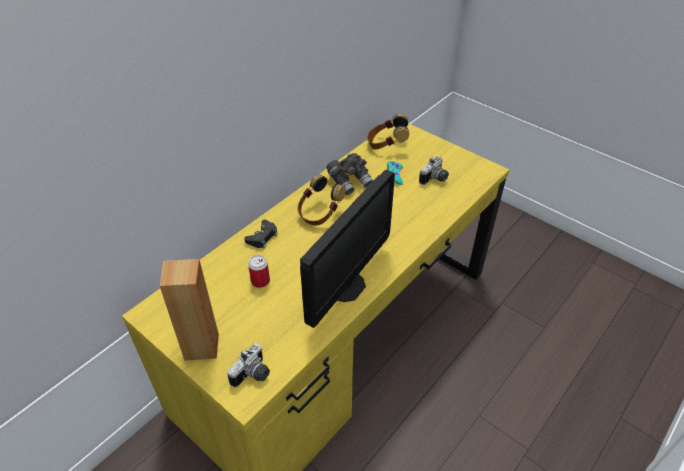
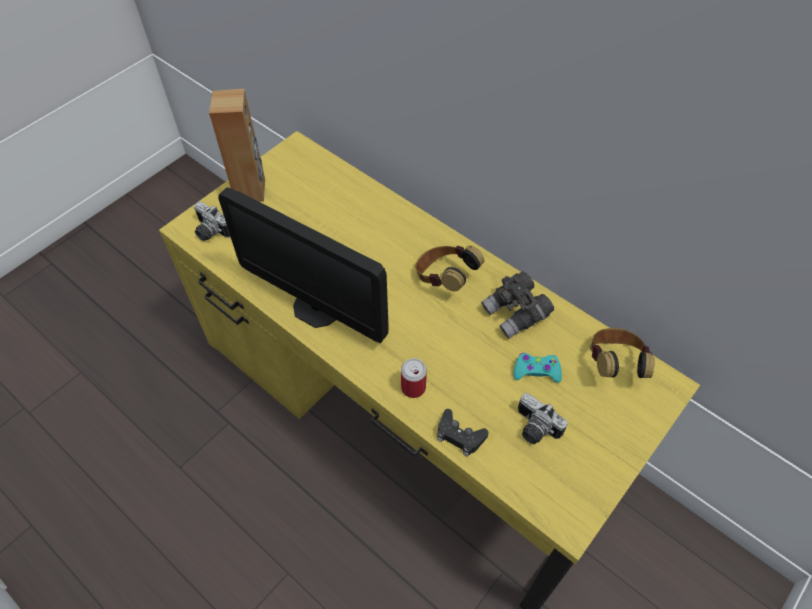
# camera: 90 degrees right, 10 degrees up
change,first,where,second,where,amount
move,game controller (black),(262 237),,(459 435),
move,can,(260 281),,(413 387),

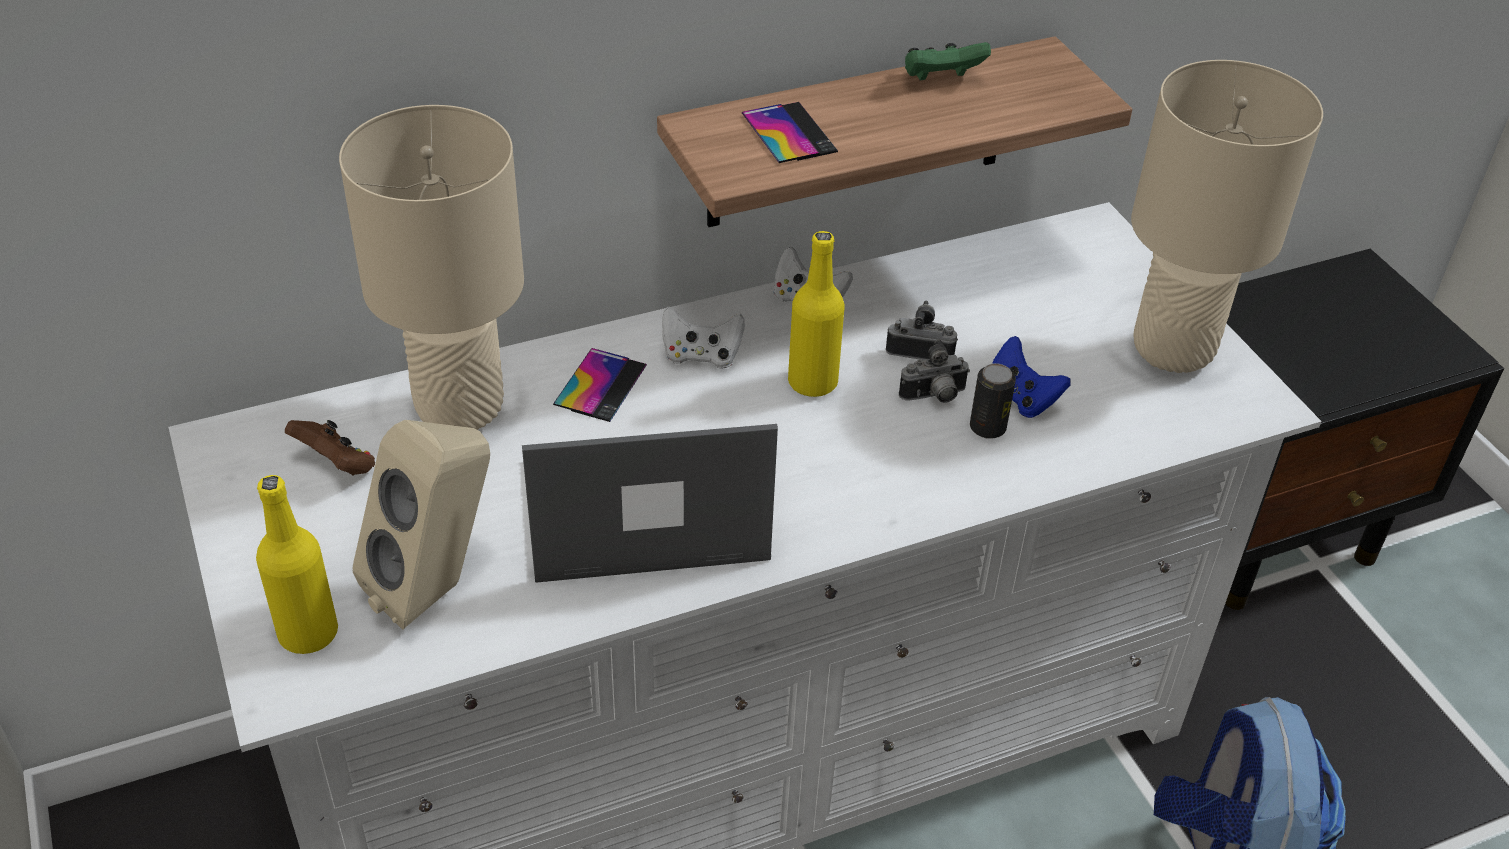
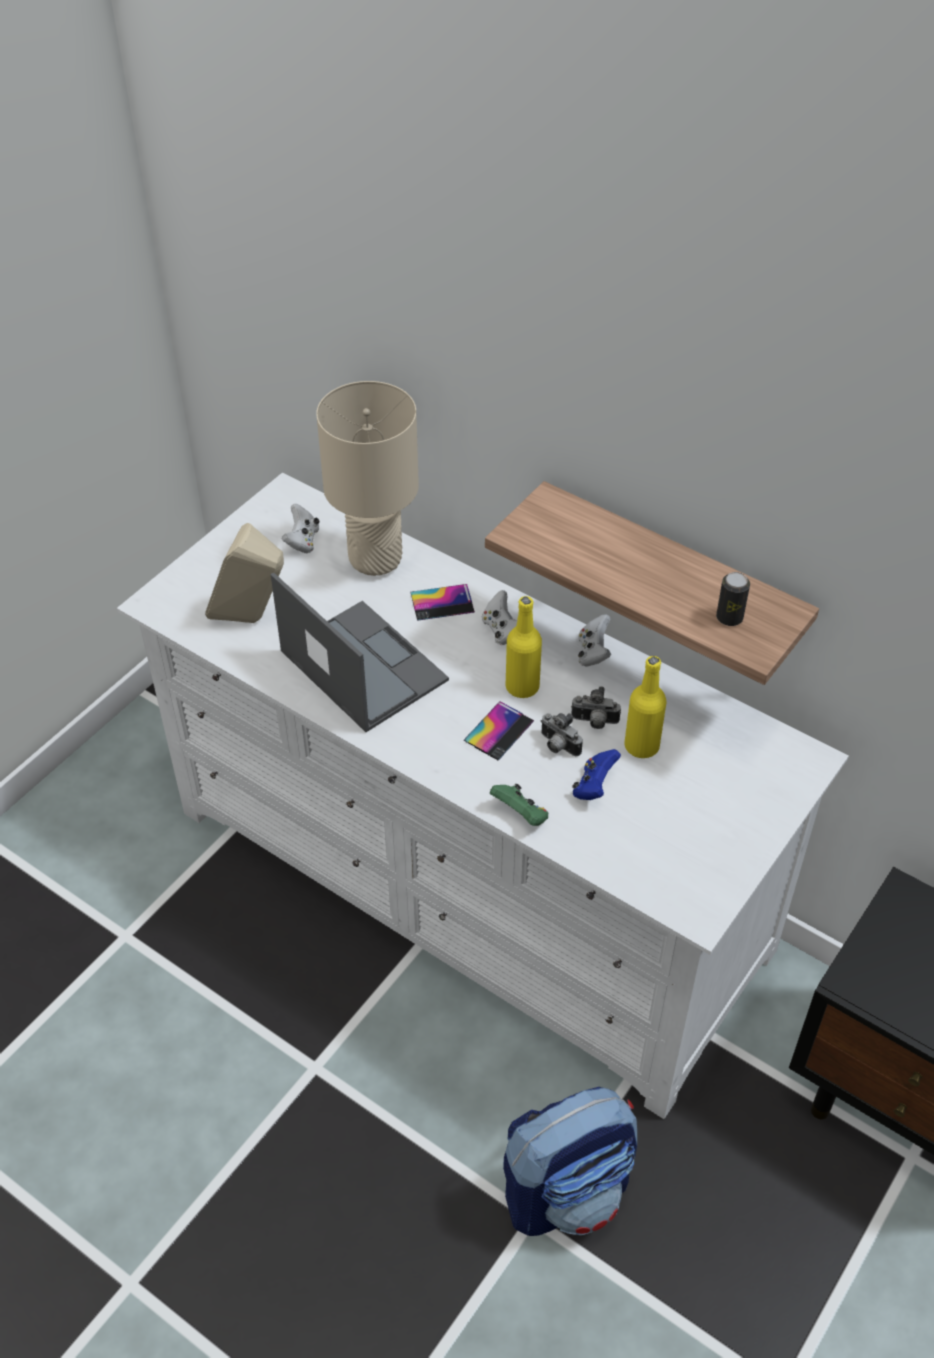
# camera: 60 degrees right, 5 degrees up
change,first,where,second,where,amount
move,game controller (green),(941 79),,(521 815),
delete,table lamp (beige),(1173 353),,,
move,phone,(789 133),,(499 731),
rotate,photo camera,(920 351),,(594 722),120 degrees clockwise
move,can,(987 428),,(729 617),
recolor,game controller (brown),(337 465),game controller (white),(302 541),
move,bottle (yellow),(308 633),,(641 746),

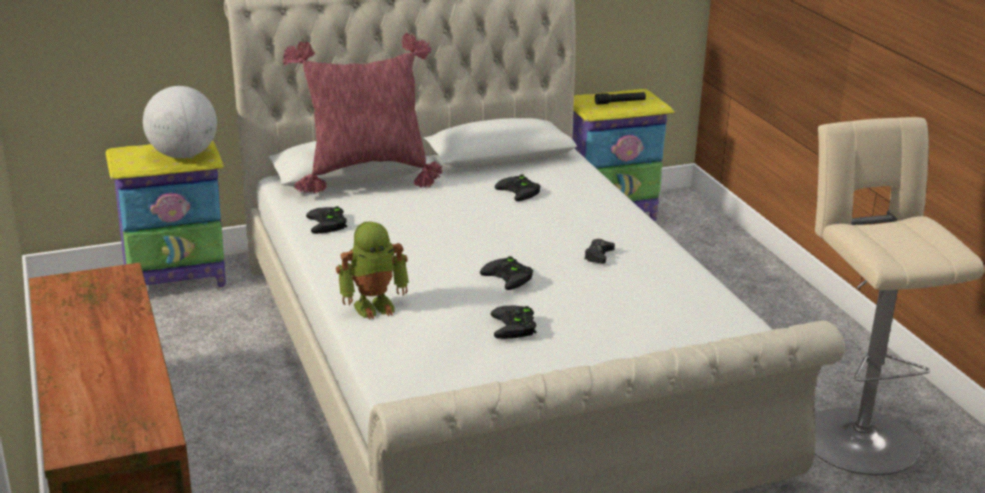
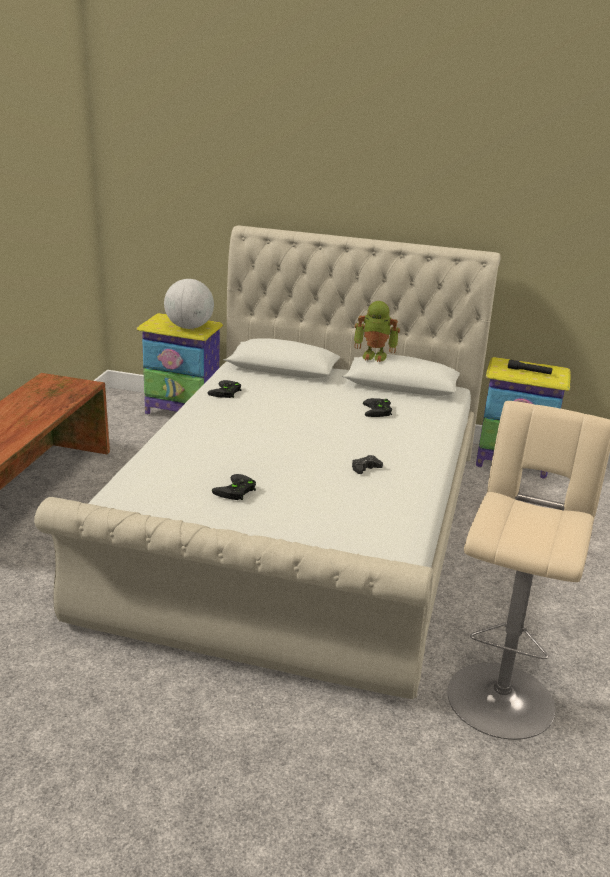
# camera: 35 degrees right, 0 degrees up
change,first,where,second,where,amount
delete,pillow (red),(365 183),,,
move,toy robot,(374 305),,(375 355),
delete,game controller (black),(510 277),,,

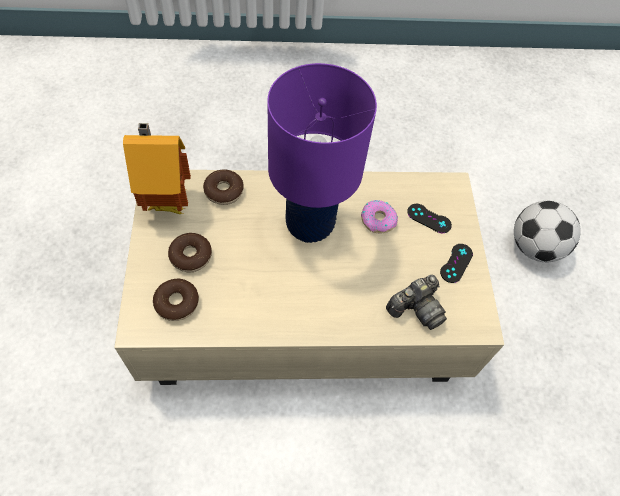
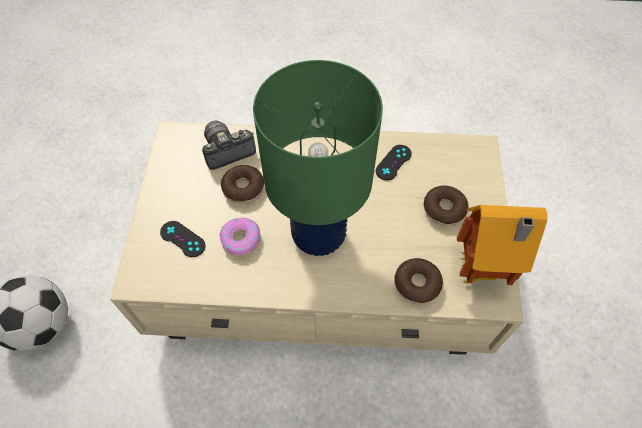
# camera: 170 degrees left, 0 degrees up
change,first,where,second,where,amount
recolor,table lamp (purple),(310 225),table lamp (green),(318 237),
move,game controller (black),(456 263),,(393 162),
move,donut,(177 303),,(243 188),

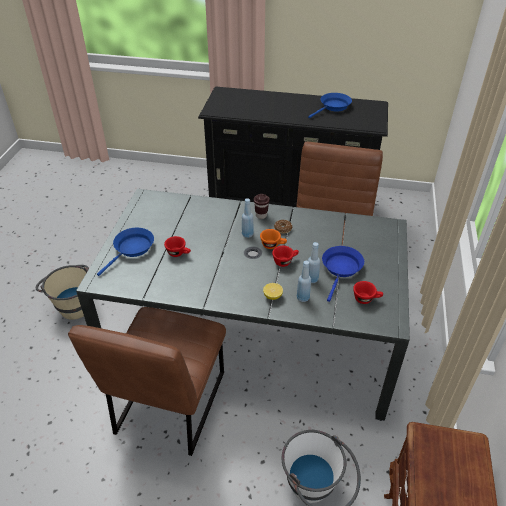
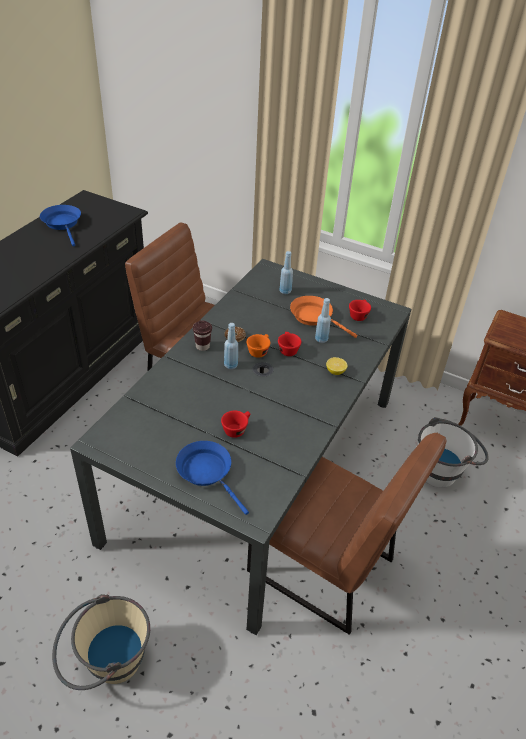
# camera: 75 degrees left, 0 degrees up
change,first,where,second,where,amount
recolor,frying pan (blue),(341 269),frying pan (orange),(314 317),
move,bottle (blue),(303 298),,(285 291),

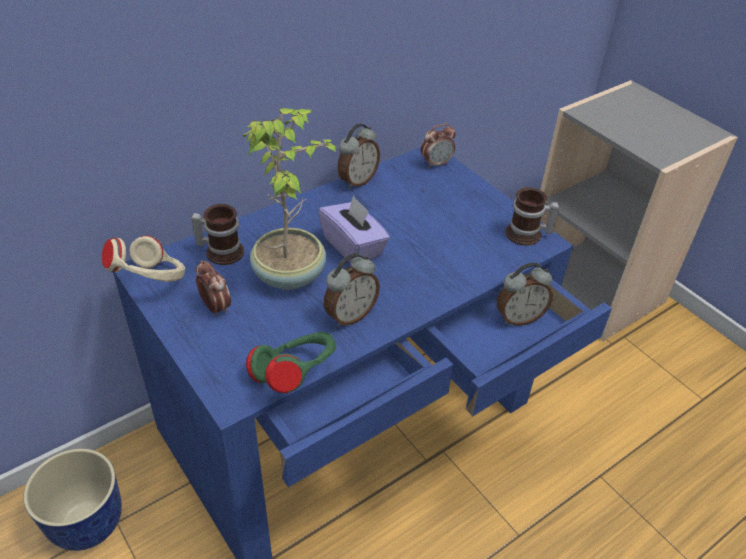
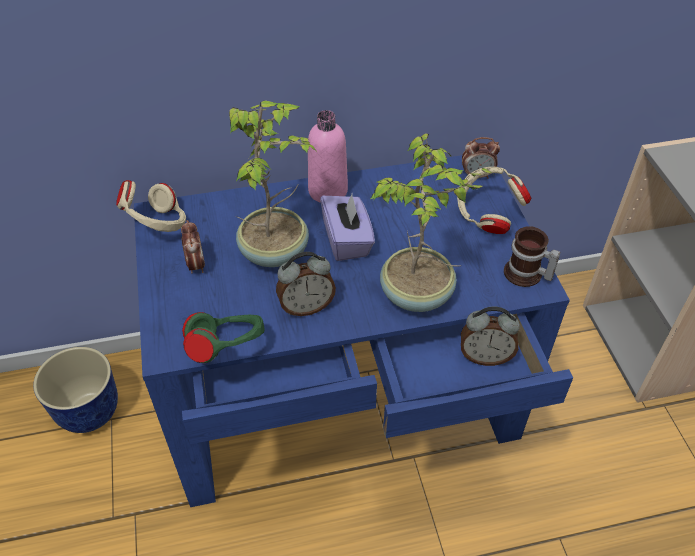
# camera: 25 degrees right, 5 degrees up
change,first,where,second,where,amount
delete,alarm clock,(357 181),,,
delete,mug,(221 250),,,
insert,,,bottle (pink),(328 191),
insert,,,potted plant,(417 296),
insert,,,headphones (beige),(487 216),

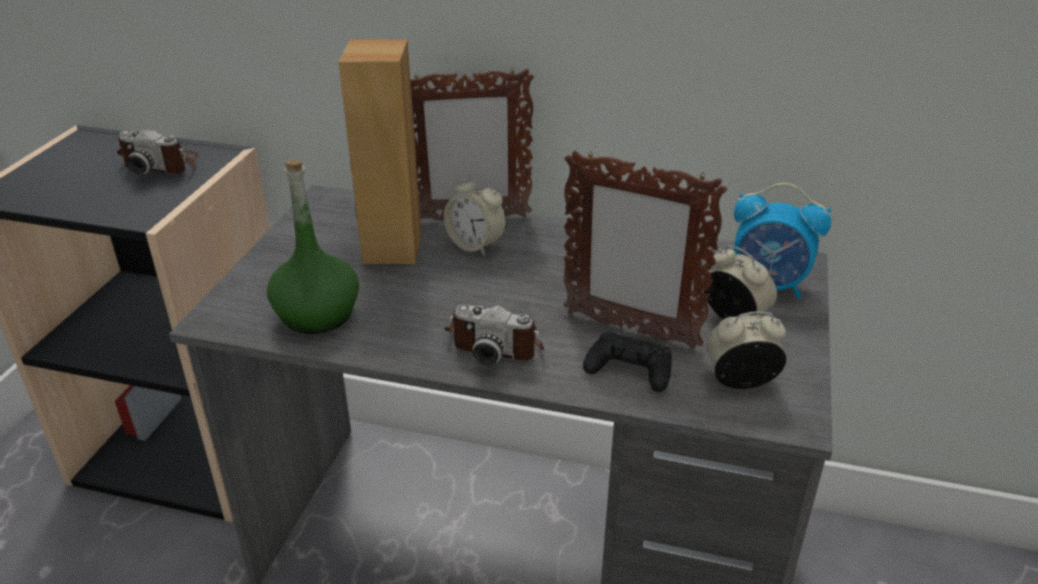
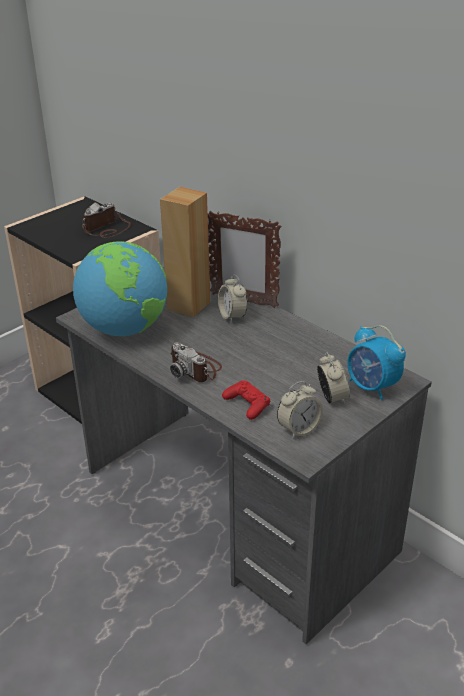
# camera: 30 degrees right, 0 degrees up
change,first,where,second,where,amount
rotate,photo camera,(162 164),,(106 228),90 degrees clockwise
delete,picture frame,(629 329),,,
replace,bottle (green),(317 314),globe,(125 328),
rotate,alarm clock,(740 381),,(298 429),120 degrees clockwise
recolor,game controller (black),(629 370),game controller (red),(247 404),

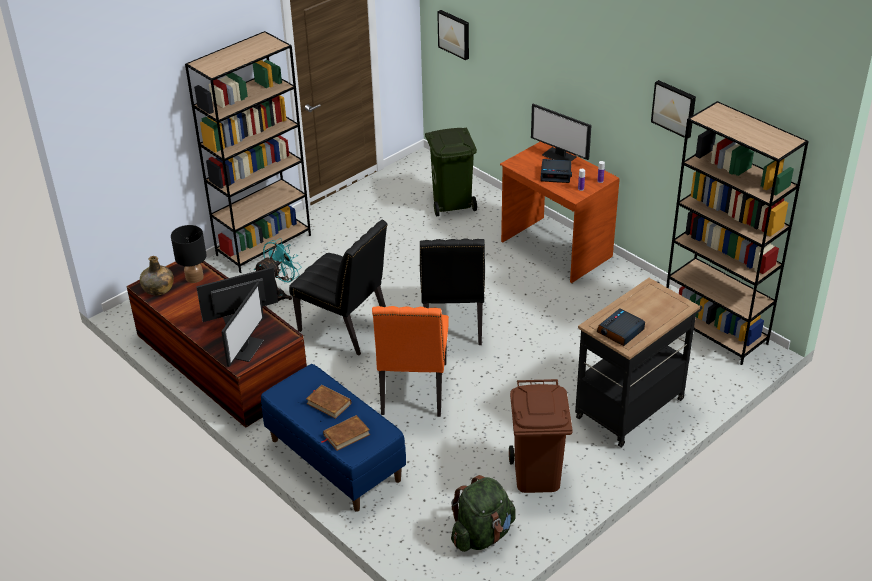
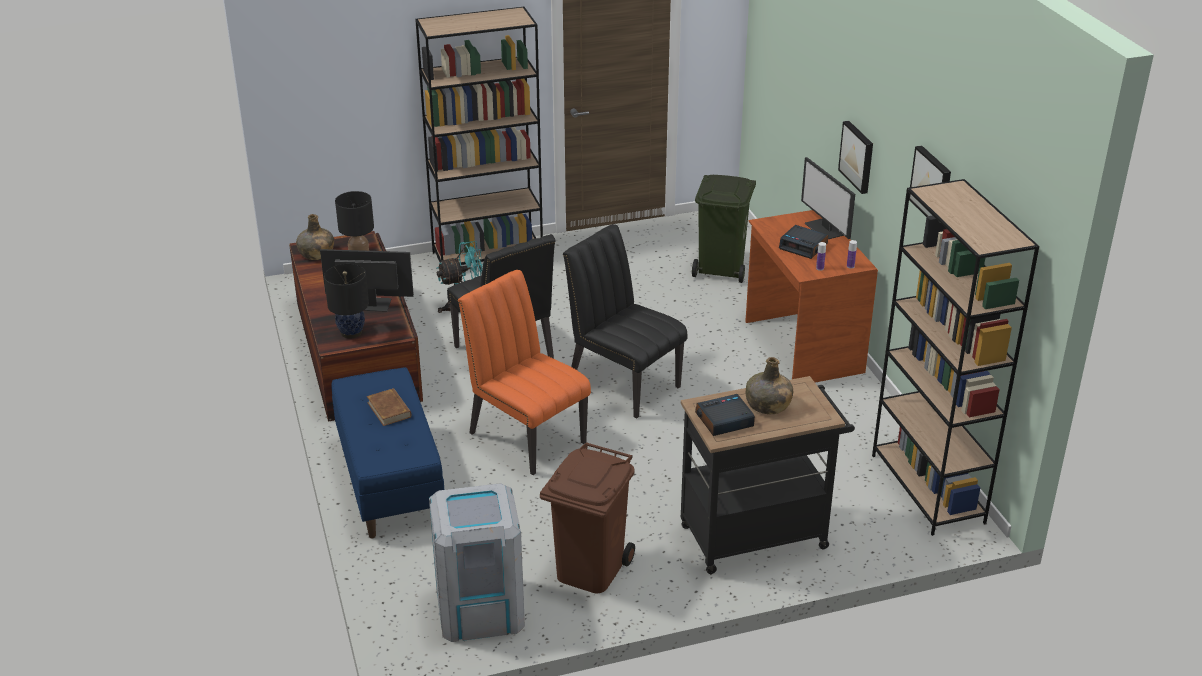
# camera: 25 degrees right, 5 degrees down
change,first,where,second,where,amount
move,picture,(454 34),,(858 156),
rotate,chair (black),(452 321),,(624 385),105 degrees clockwise
replace,monitor,(246 348),table lamp (black),(351 332),
rotate,chair (orange),(413 388),,(528 438),105 degrees clockwise
delete,book (brown),(346 435),,,
replace,backpack (green),(482 535),trash can (grey),(480 608),
insert,,,bottle (green),(768 405),

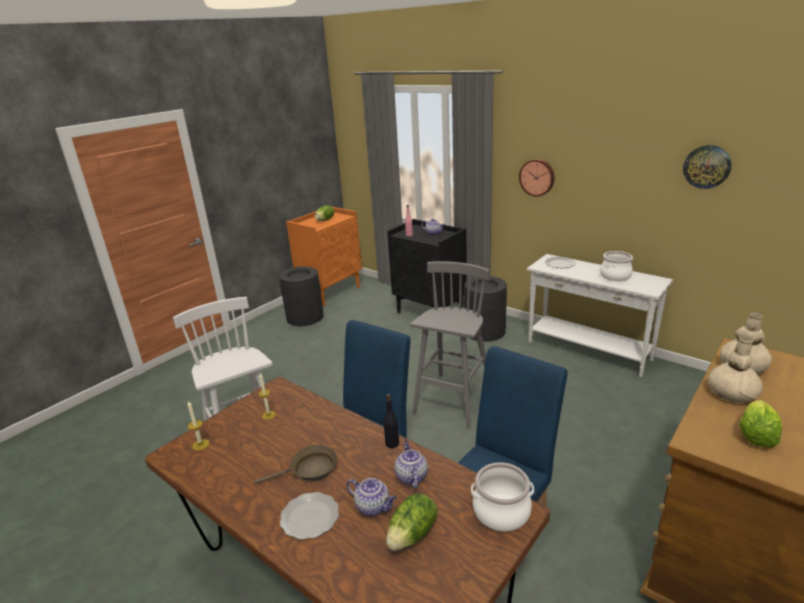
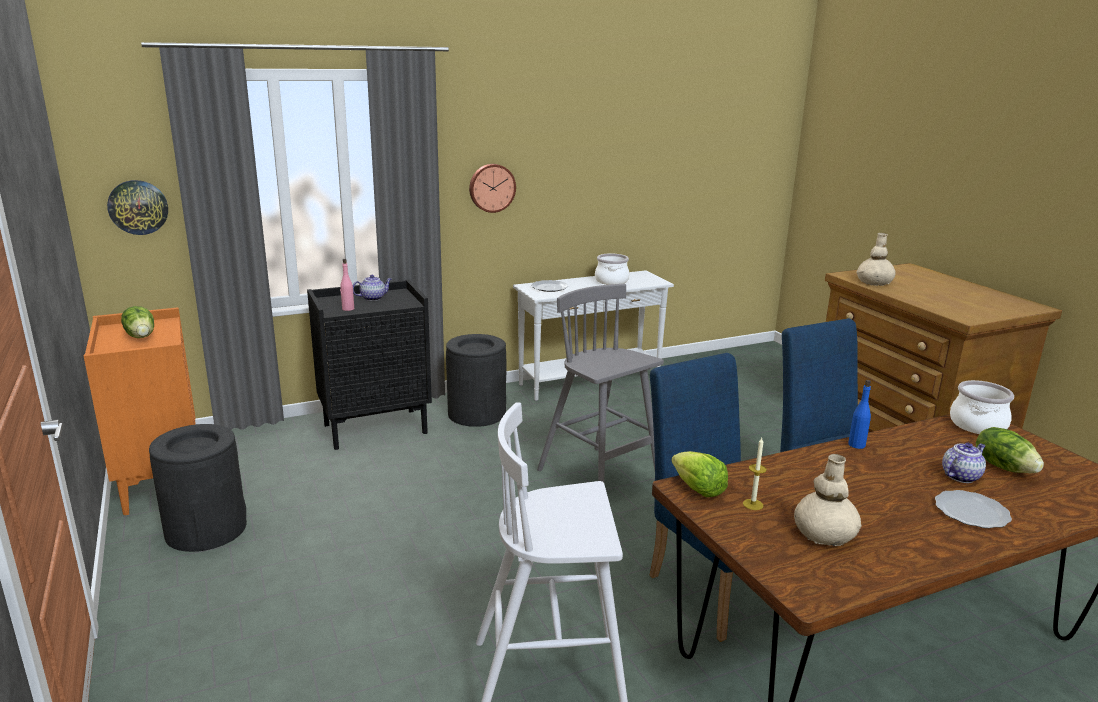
# camera: 65 degrees left, 5 degrees down
change,first,where,second,where,amount
move,wall clock,(707 166),,(138 207),
move,vase (beige),(731 393),,(824 534),
recolor,bottle (black),(392 443),bottle (blue),(856 445),
move,lettuce,(756 435),,(697 489),
delete,candle,(200 444),,,
delete,teapot,(411 476),,,
delete,frying pan (brown),(310 470),,,

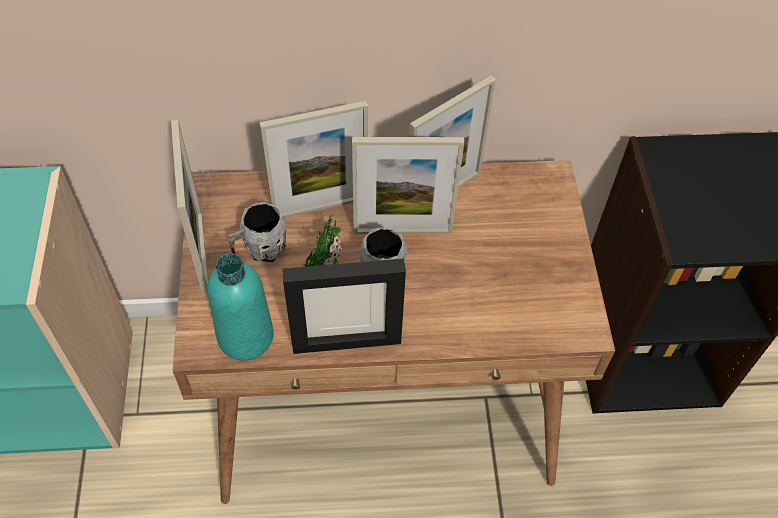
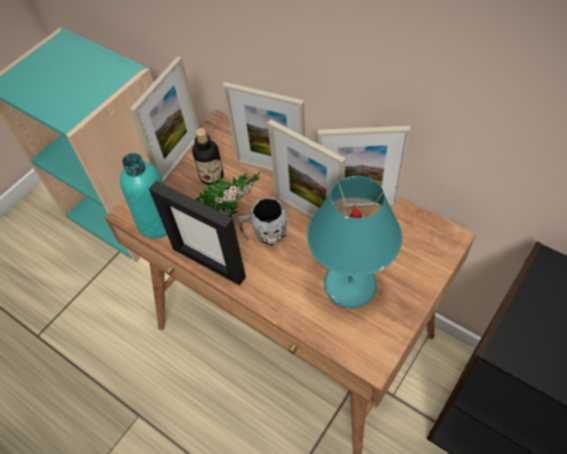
# camera: 45 degrees right, 0 degrees up
change,first,where,second,where,amount
replace,mug (grey),(260 251),bottle,(211 176),
insert,,,table lamp (turquoise),(348 285),

